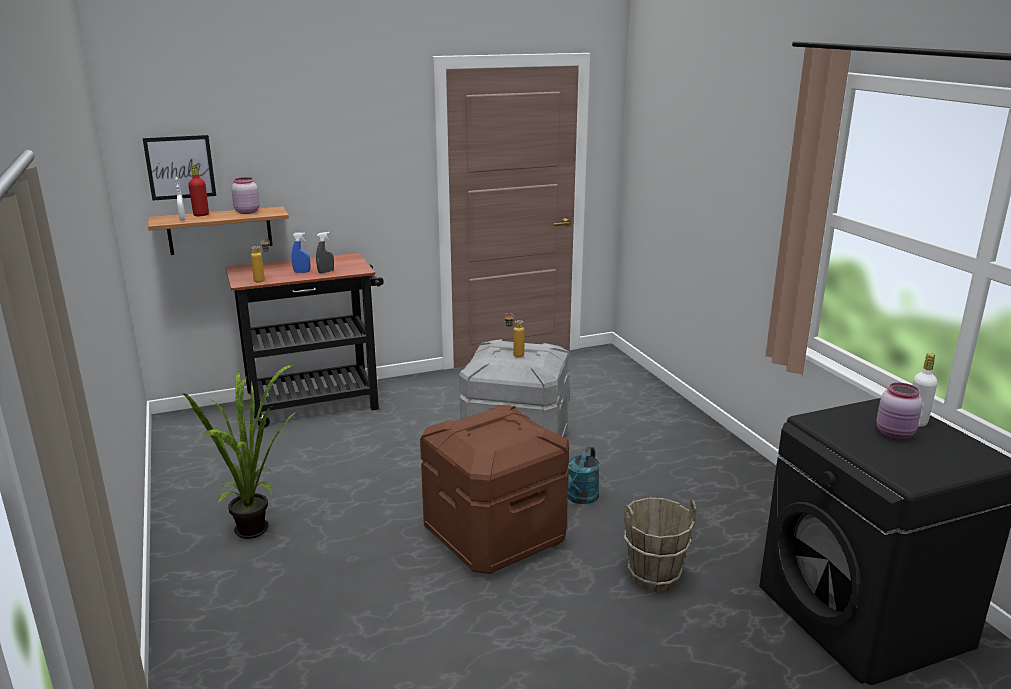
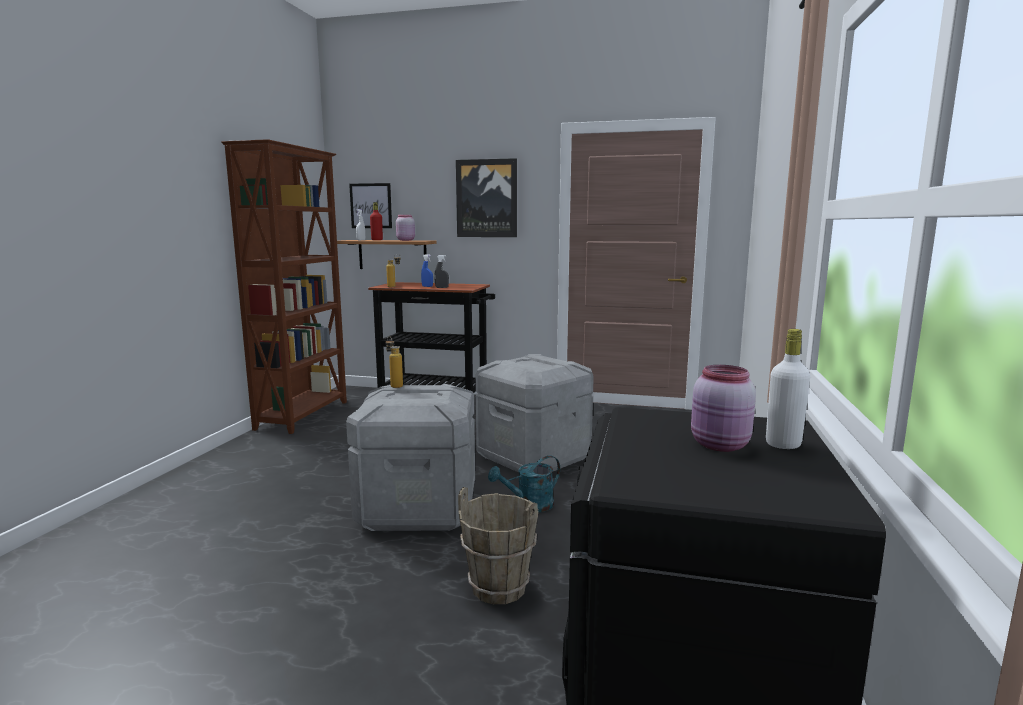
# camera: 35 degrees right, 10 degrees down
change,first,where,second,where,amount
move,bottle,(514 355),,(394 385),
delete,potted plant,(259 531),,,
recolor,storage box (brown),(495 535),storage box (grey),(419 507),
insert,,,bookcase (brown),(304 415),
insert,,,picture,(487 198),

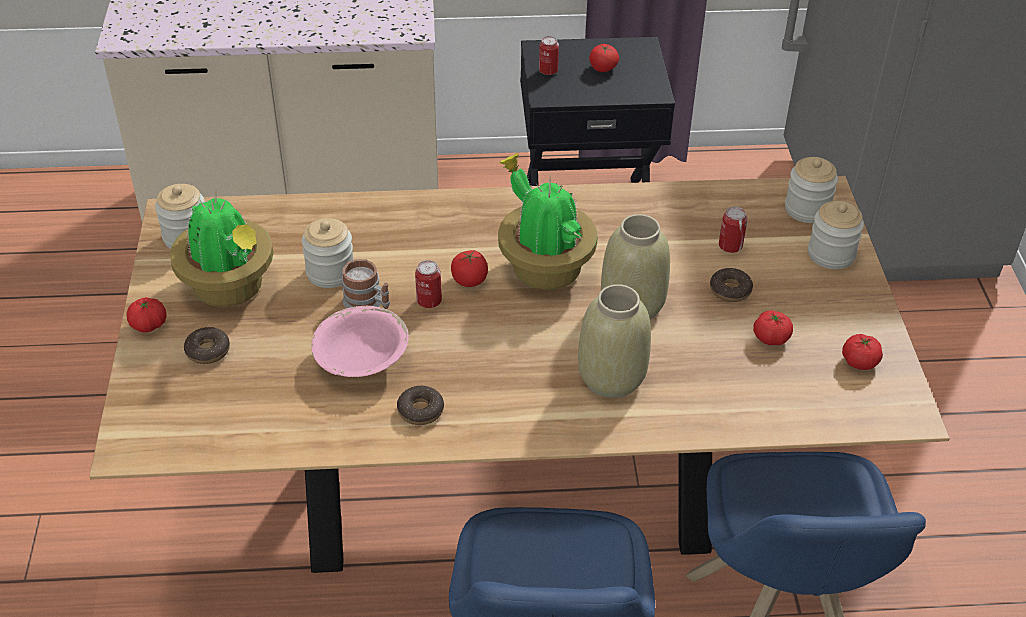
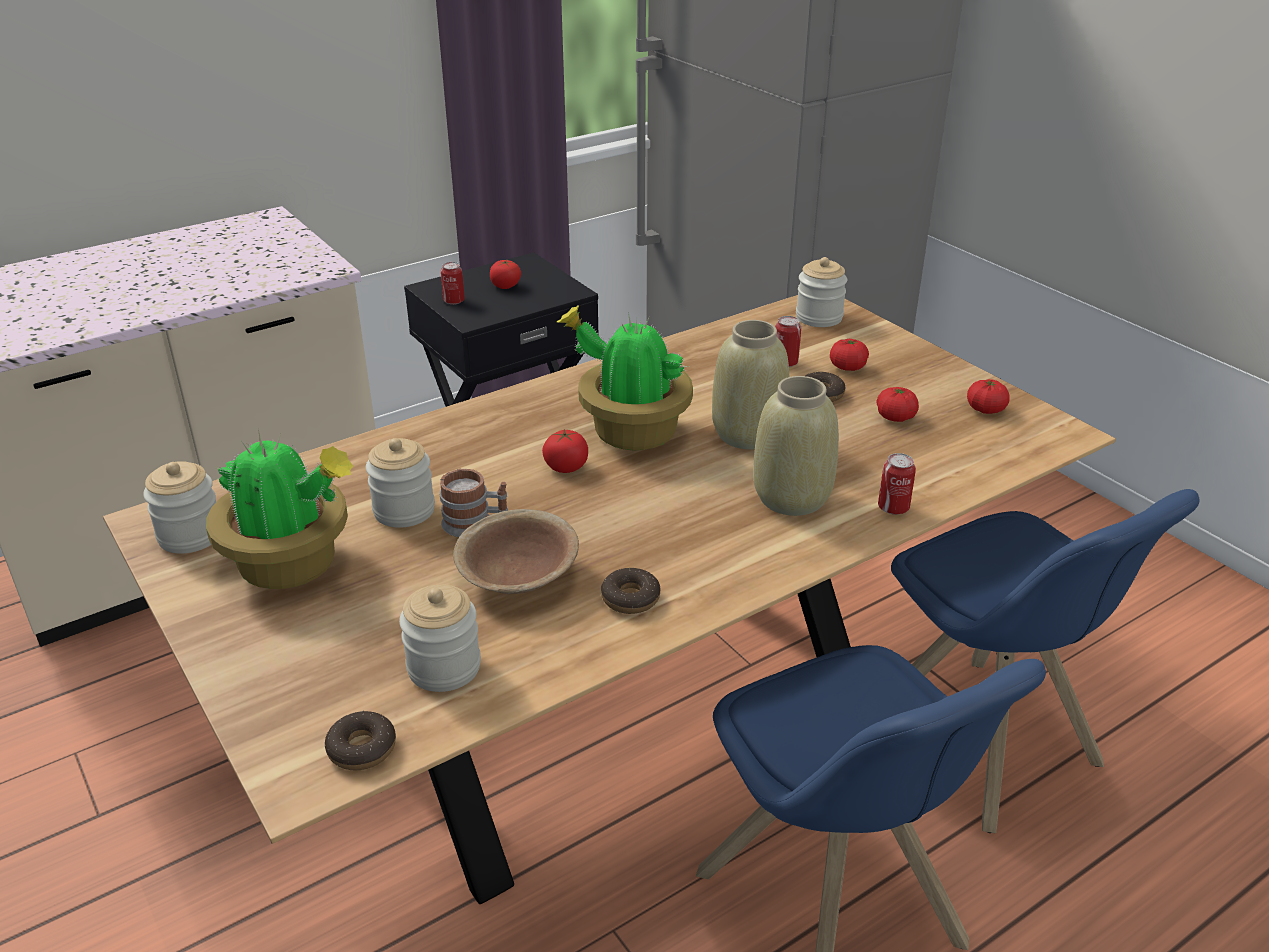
# camera: 30 degrees left, 10 degrees down
change,first,where,second,where,amount
move,jar,(831 254),,(444 667),
move,can,(429 301),,(893 508),
move,tomato,(149 325),,(847 367),
recolor,bowl (pink),(361 360),bowl (brown),(518 577),
move,donut,(208 351),,(362 748),

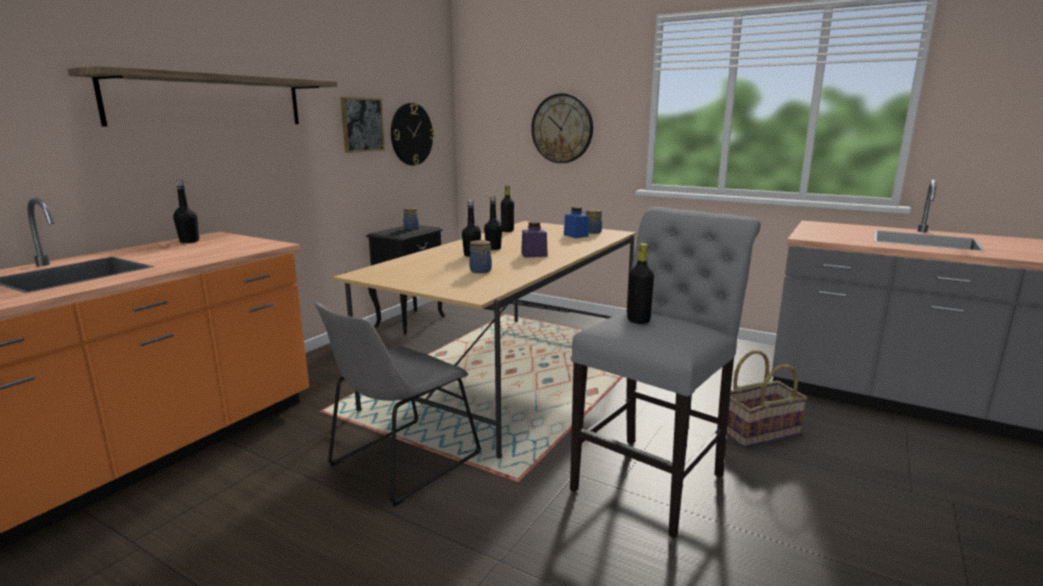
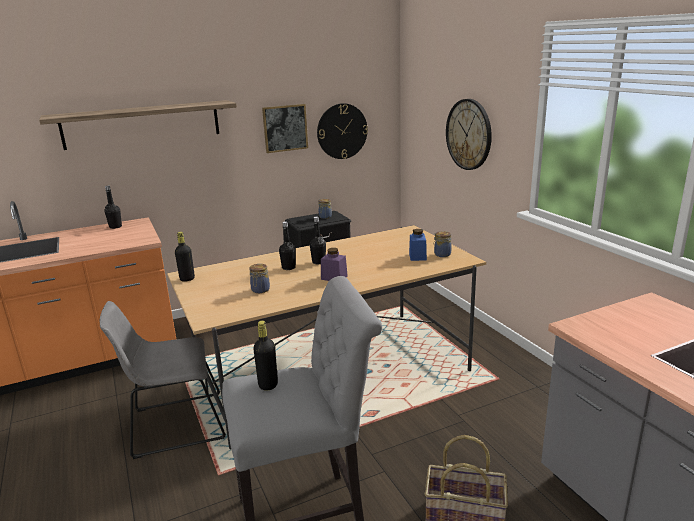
# camera: 35 degrees right, 5 degrees up
change,first,where,second,where,amount
move,bottle (black),(507 231),,(187 279),

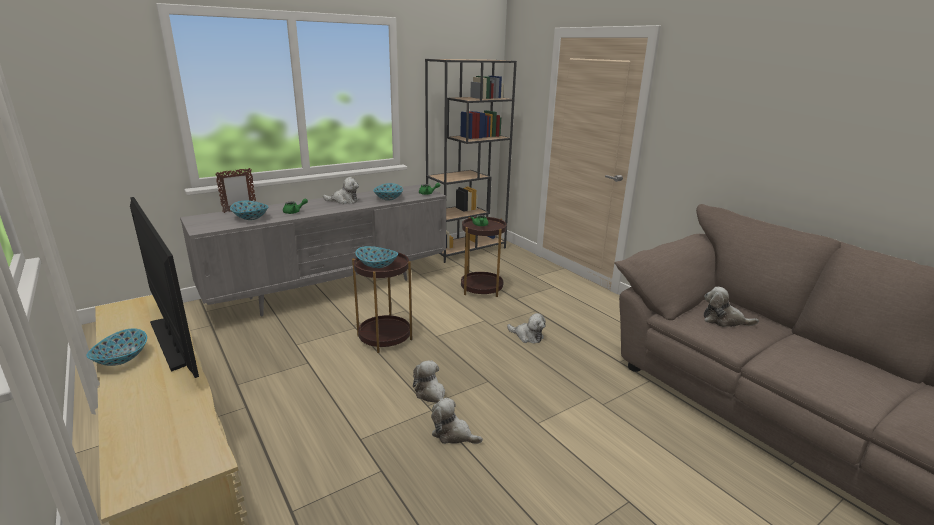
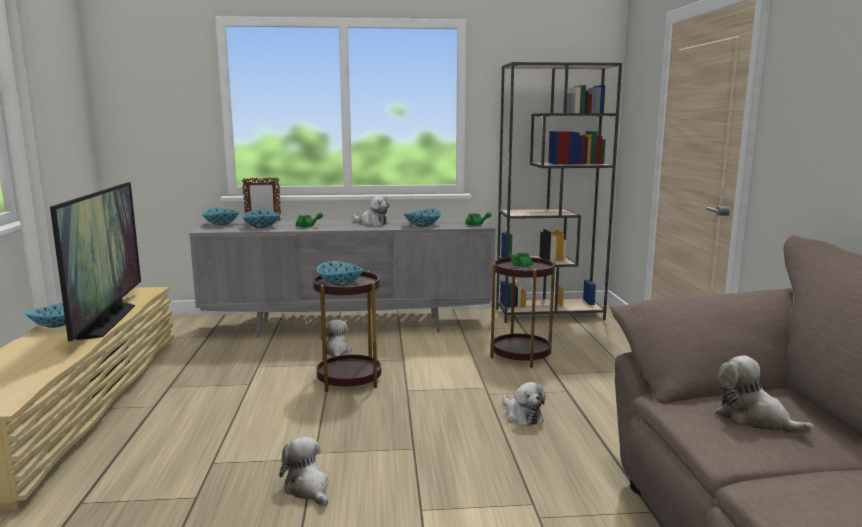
# camera: 30 degrees right, 10 degrees down
change,first,where,second,where,amount
move,plush toy,(431 394),,(337 351),
insert,,,bowl,(221 224),

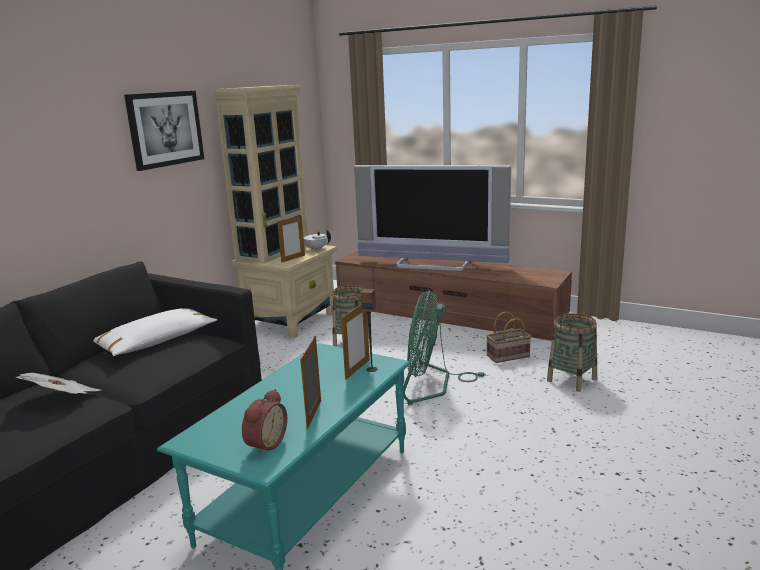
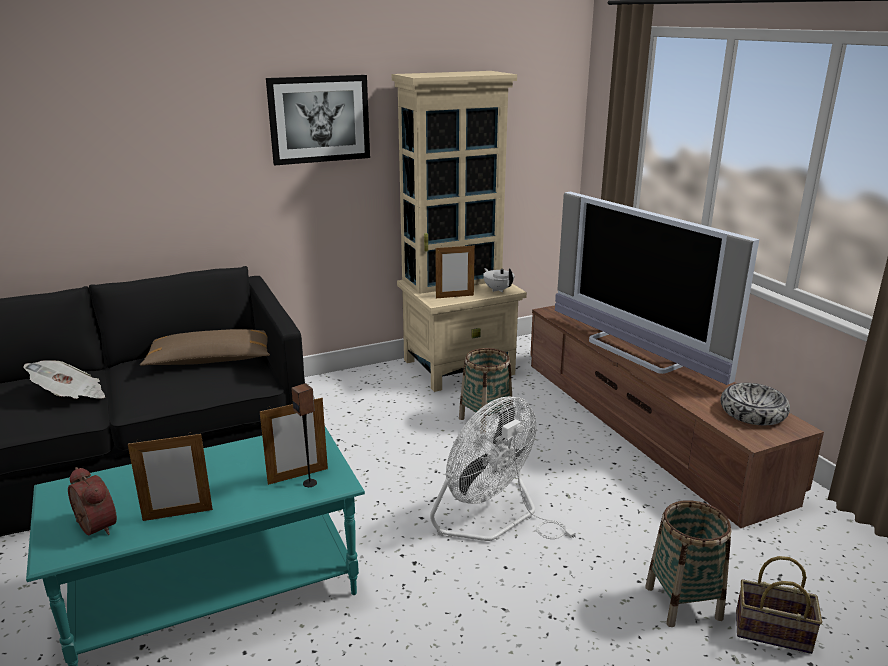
# camera: 35 degrees right, 5 degrees up
change,first,where,second,where,amount
recolor,fan (green),(433 382),fan (white),(503 517),
recolor,pillow (white),(156 342),pillow (brown),(210 360),
move,basket,(507 356),,(770 632),
rotate,picture frame,(314 414),,(178 515),150 degrees counterclockwise
rotate,alarm clock,(264 444),,(93 528),105 degrees counterclockwise
insert,,,bowl,(752 412),

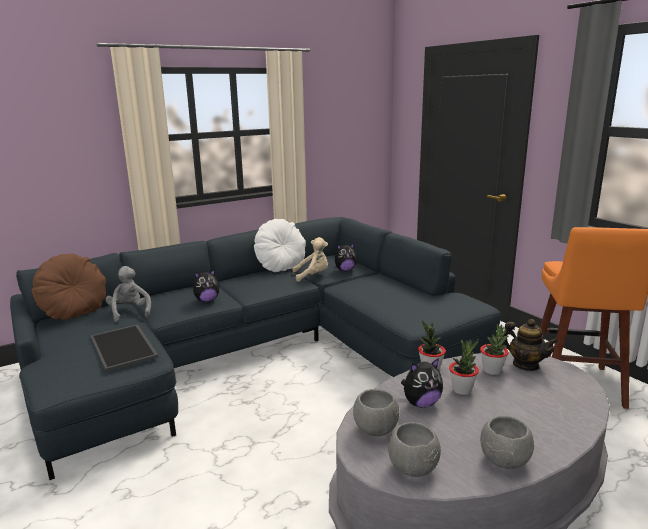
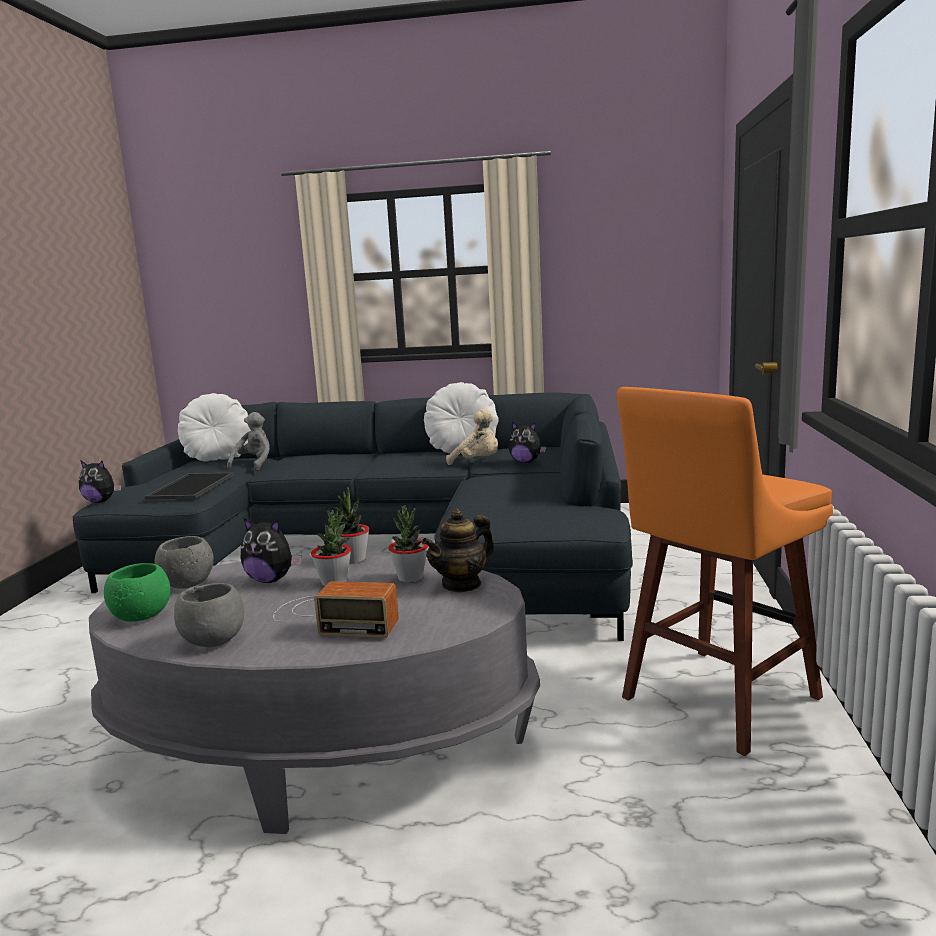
# camera: 40 degrees right, 5 degrees down
change,first,where,second,where,amount
recolor,pillow (brown),(75 314),pillow (white),(219 459),
move,plush toy,(207 300),,(101 501),
rotate,teapot,(525 365),,(462 584),60 degrees clockwise
recolor,bowl (grey),(413 467),bowl (green),(142 616),
insert,,,radio,(332 617),

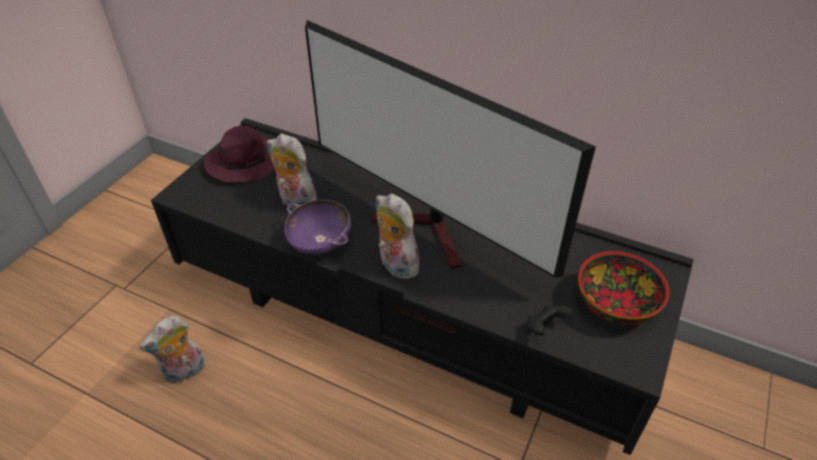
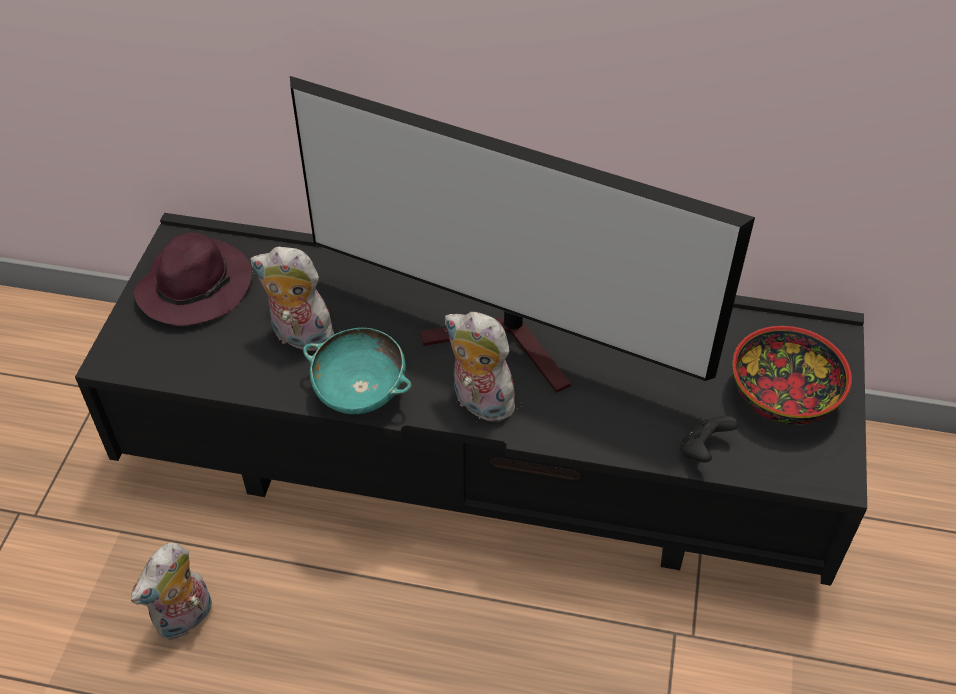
# camera: 15 degrees left, 5 degrees up
change,first,where,second,where,amount
recolor,bowl (purple),(320 242),bowl (turquoise),(360 391),

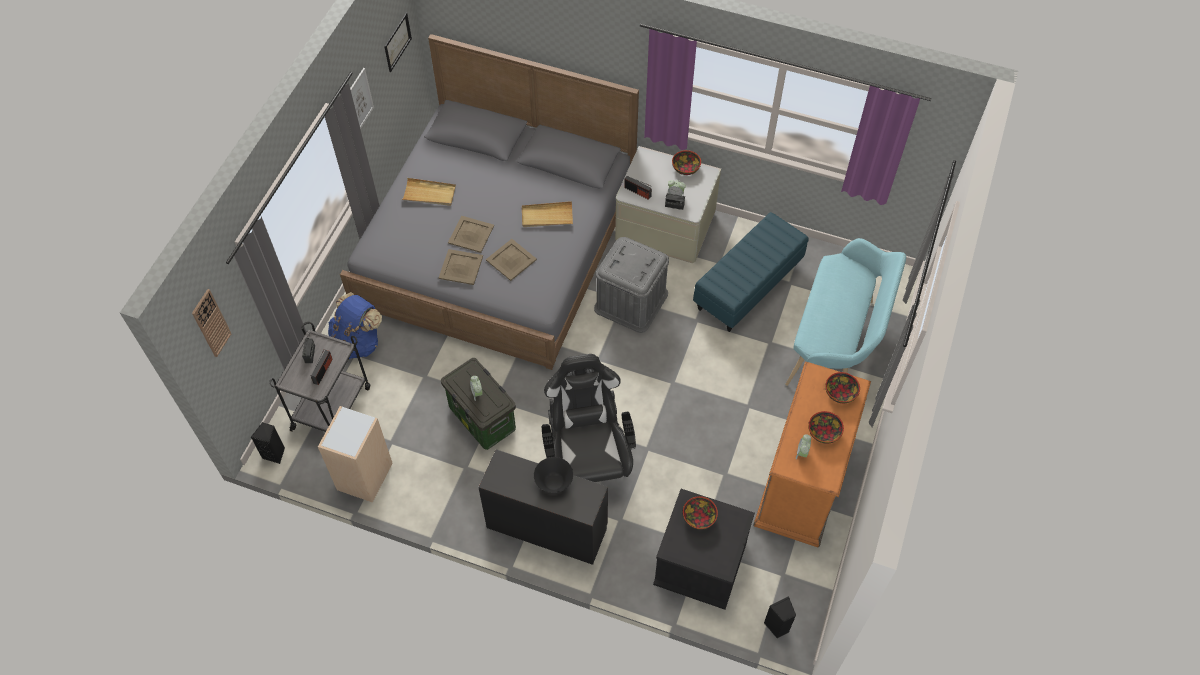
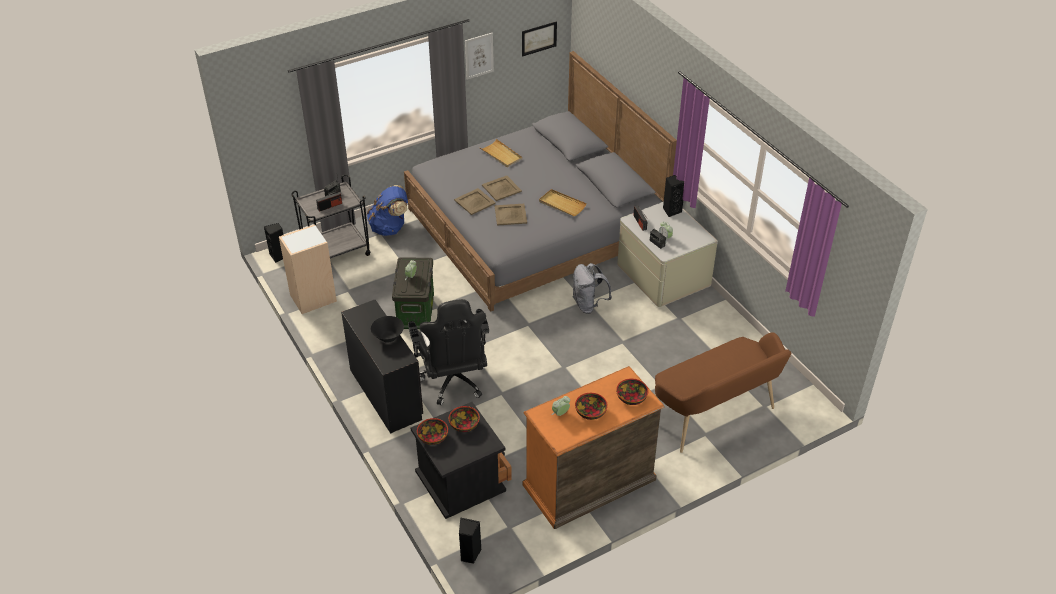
# camera: 40 degrees right, 15 degrees down
change,first,where,second,where,amount
move,bowl,(685 168),,(432 437),
delete,ottoman (blue),(747 286),,,
replace,storage box (grey),(631 301),backpack (grey),(588 305),
recolor,bench (turquoise),(836 342),bench (brown),(714 416),
delete,wall clock,(211 323),,,
rotate,office chair (black),(588 465),,(452 377),135 degrees clockwise
insert,,,speaker (black),(671 211),

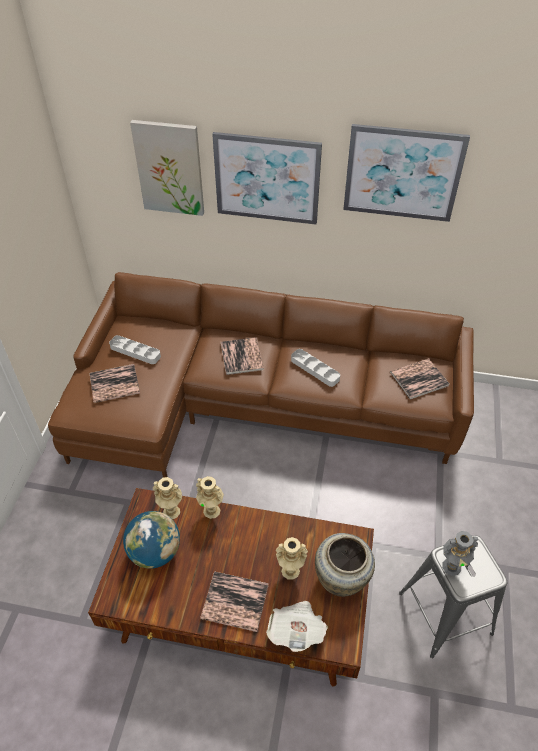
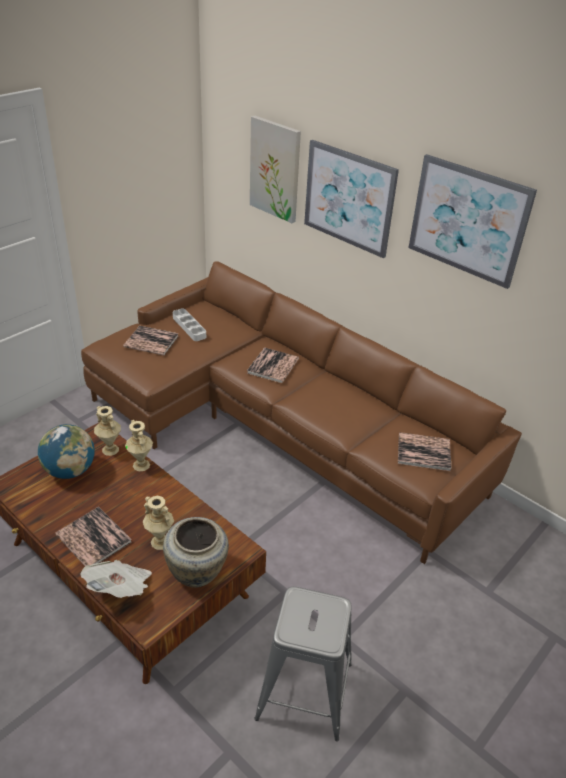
# camera: 30 degrees right, 10 degrees down
change,first,where,second,where,amount
delete,tray (grey),(315 369),,,
delete,vase (grey),(451 566),,,

